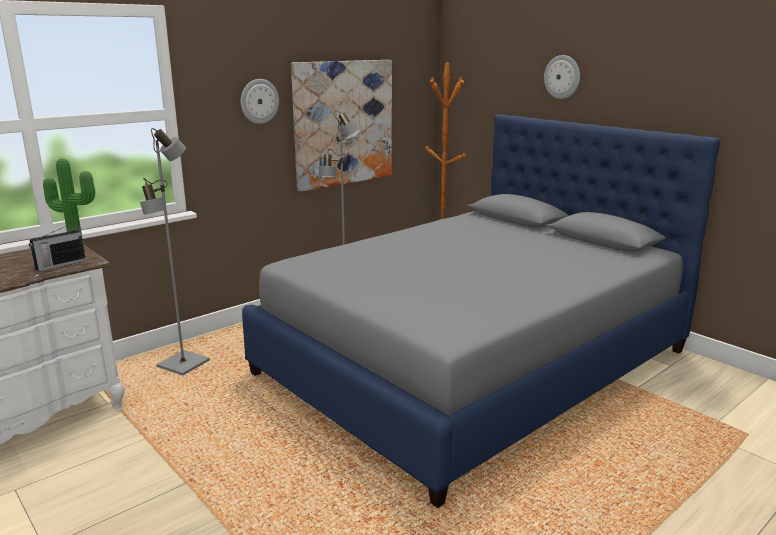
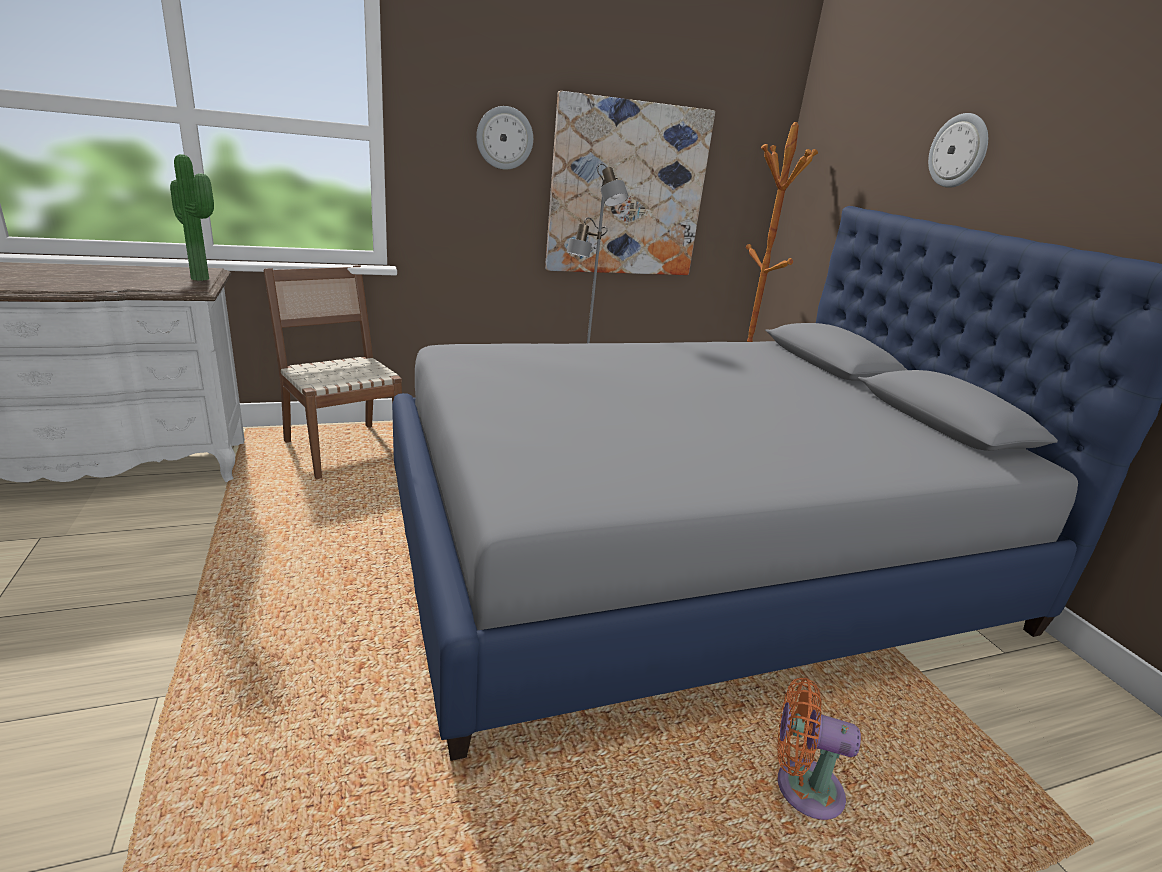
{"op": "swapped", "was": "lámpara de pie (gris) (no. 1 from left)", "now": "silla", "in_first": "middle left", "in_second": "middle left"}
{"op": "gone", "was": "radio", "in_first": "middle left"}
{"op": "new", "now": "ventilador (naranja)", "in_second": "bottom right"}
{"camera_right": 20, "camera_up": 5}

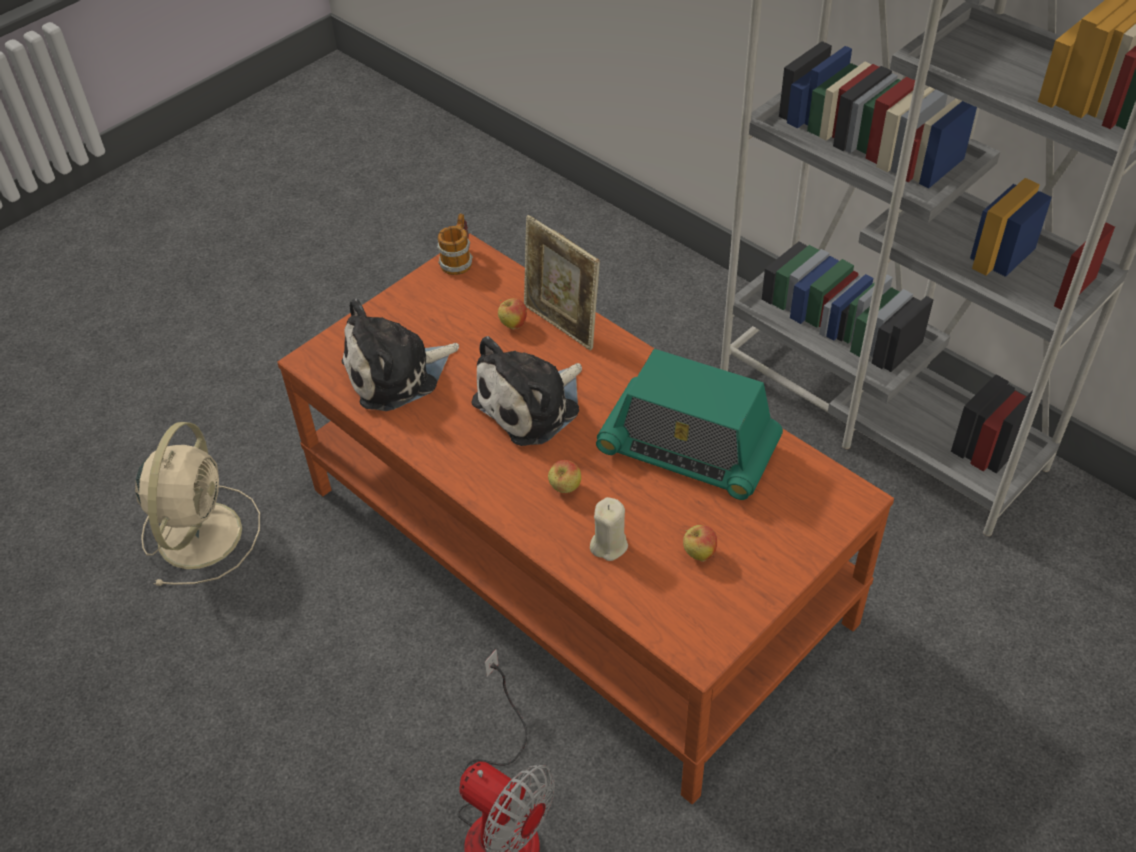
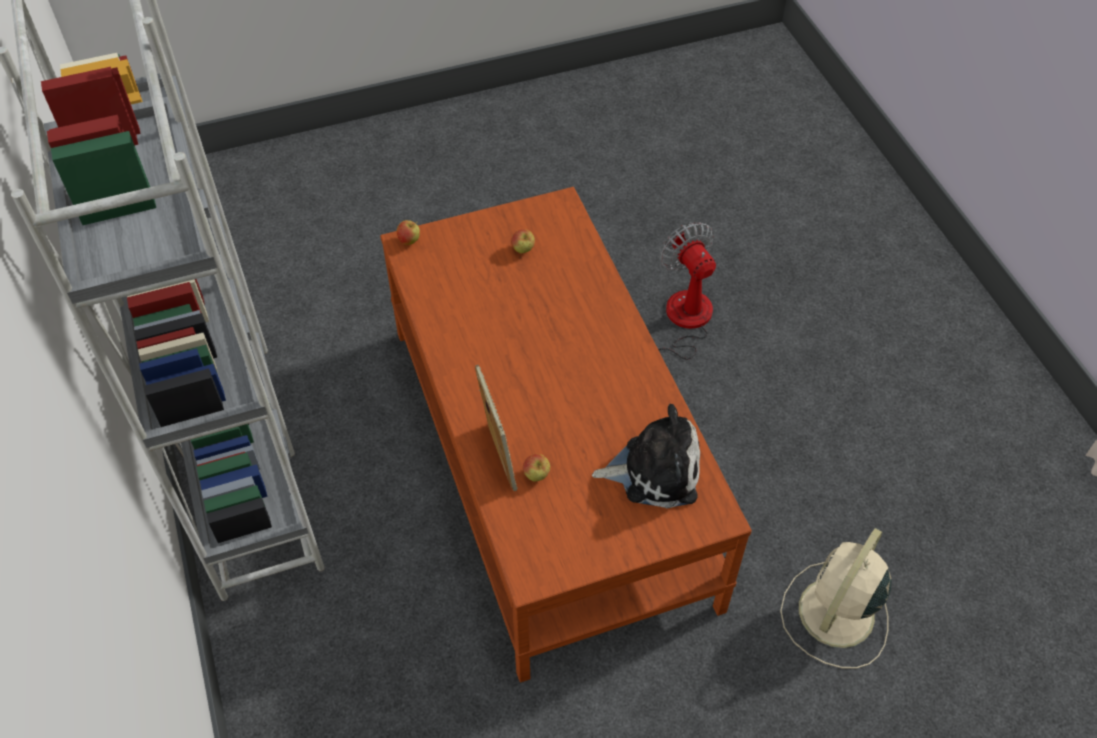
{"op": "gone", "was": "taza grande", "in_first": "top centre"}
{"op": "gone", "was": "peluche (no. 2 from left)", "in_first": "centre"}
{"op": "gone", "was": "radio", "in_first": "centre"}
{"op": "shifted", "was": "manzana (no. 2 from left in the first image)", "now": "manzana (no. 1 from left)", "in_first": "centre", "in_second": "top centre"}
{"op": "gone", "was": "vela (beis)", "in_first": "centre"}
{"camera_right": -155, "camera_up": 5}

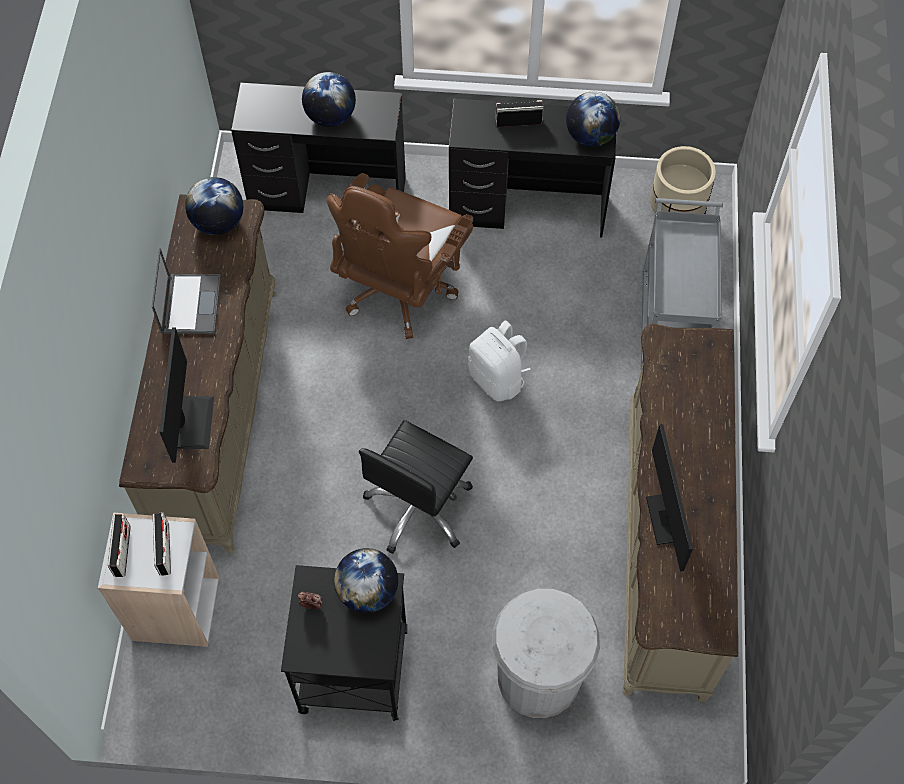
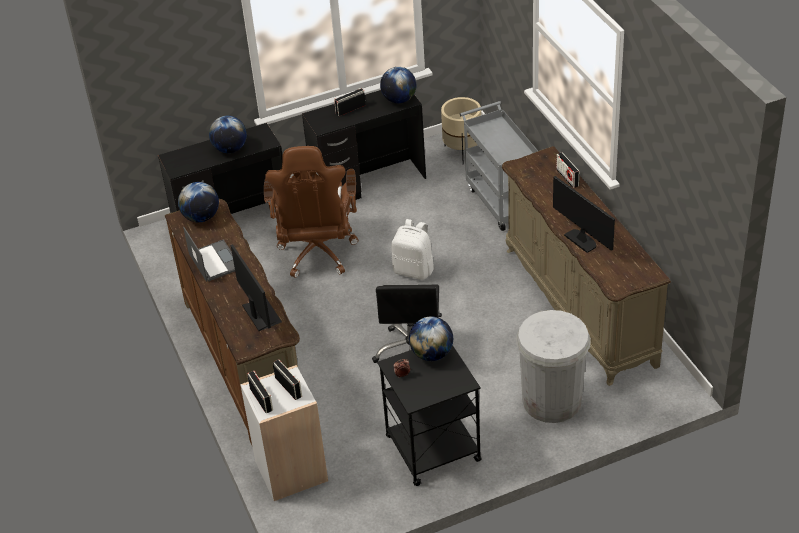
{"op": "new", "now": "radio (no. 4 from left)", "in_second": "top right"}
{"camera_right": -25, "camera_up": -20}

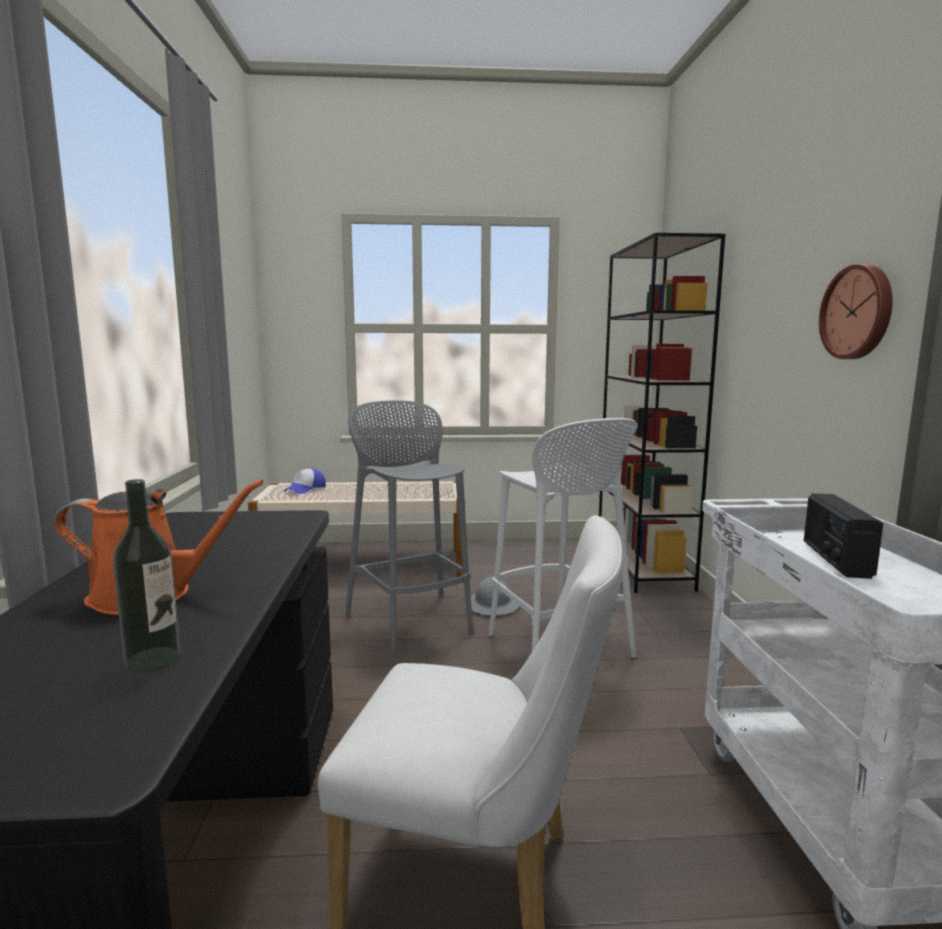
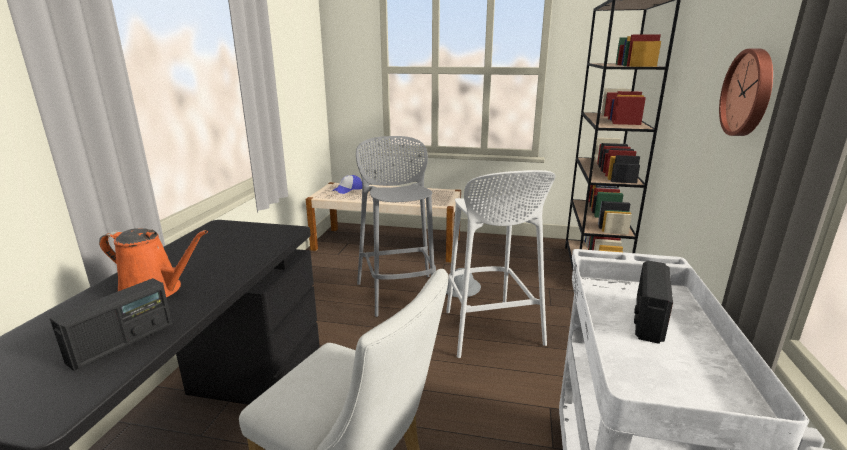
{"op": "swapped", "was": "botella", "now": "radio (no. 1 from left)", "in_first": "middle left", "in_second": "bottom left"}
{"camera_right": 15, "camera_up": 10}

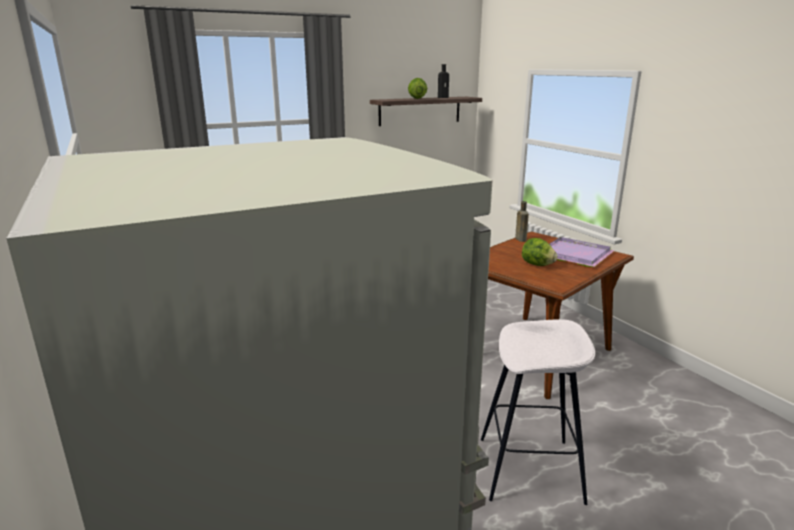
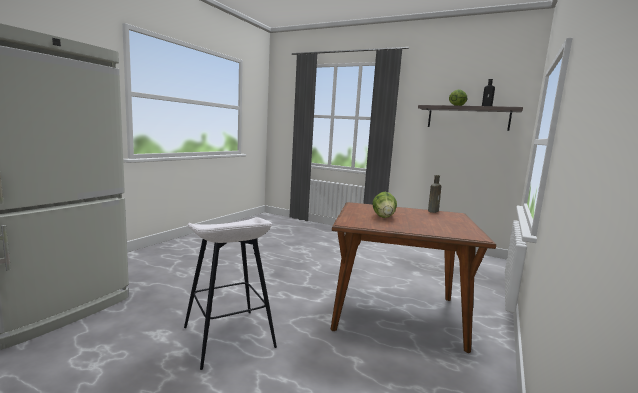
{"op": "gone", "was": "bandeja (morado)", "in_first": "middle right"}
{"camera_right": 55, "camera_up": -10}

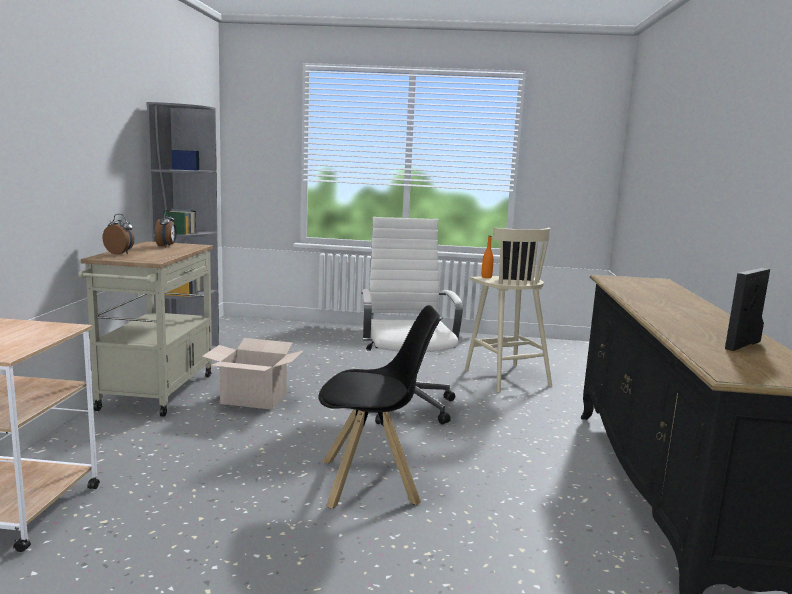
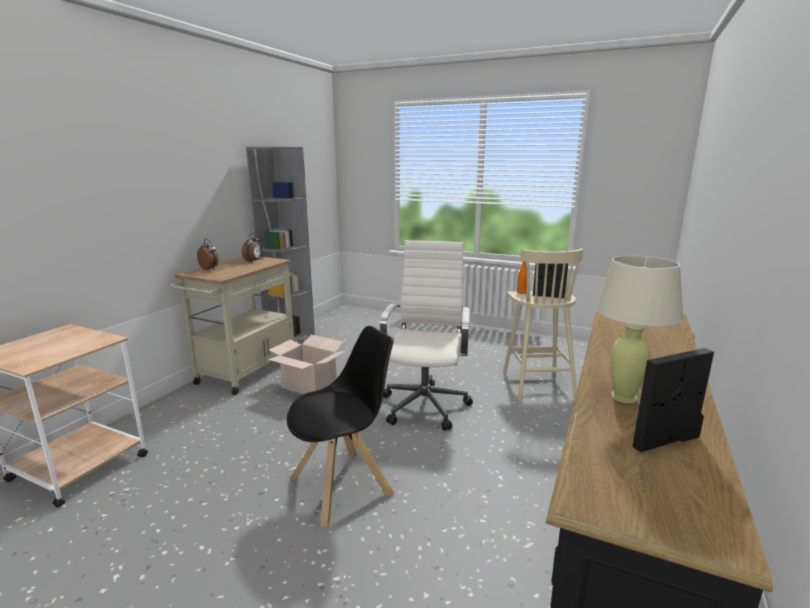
{"op": "rotated", "was": "silla (negro)", "in_first": "bottom centre", "in_second": "bottom centre", "clockwise": -45}
{"op": "new", "now": "lámpara de mesa (beis)", "in_second": "middle right"}
{"camera_right": 20, "camera_up": 5}

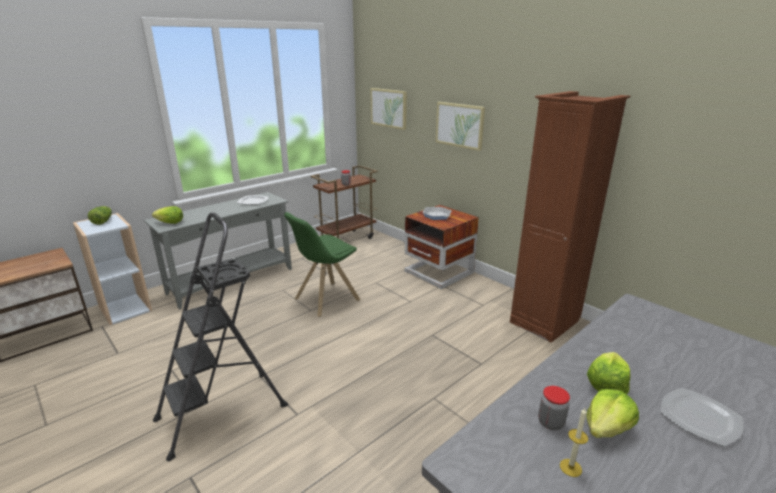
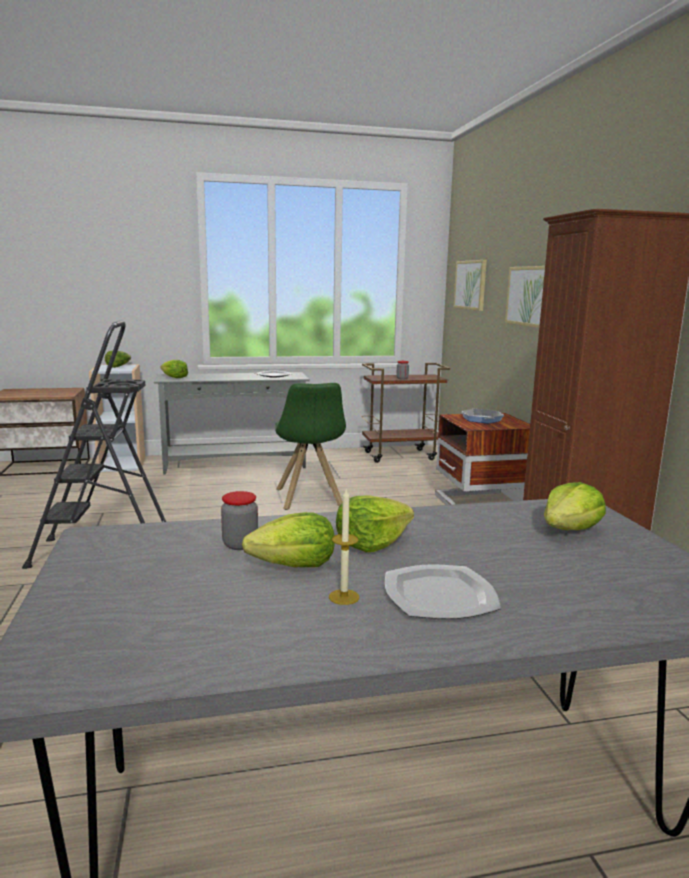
{"op": "rotated", "was": "silla (verde)", "in_first": "centre", "in_second": "centre", "clockwise": -90}
{"op": "shifted", "was": "vela", "in_first": "bottom right", "in_second": "centre"}
{"op": "new", "now": "lechuga (no. 5 from left)", "in_second": "middle right"}
{"camera_right": 30, "camera_up": -10}

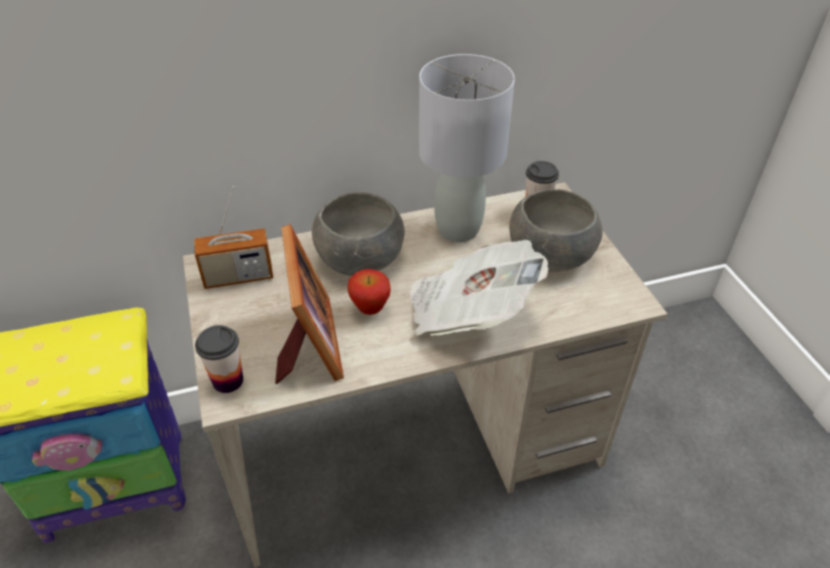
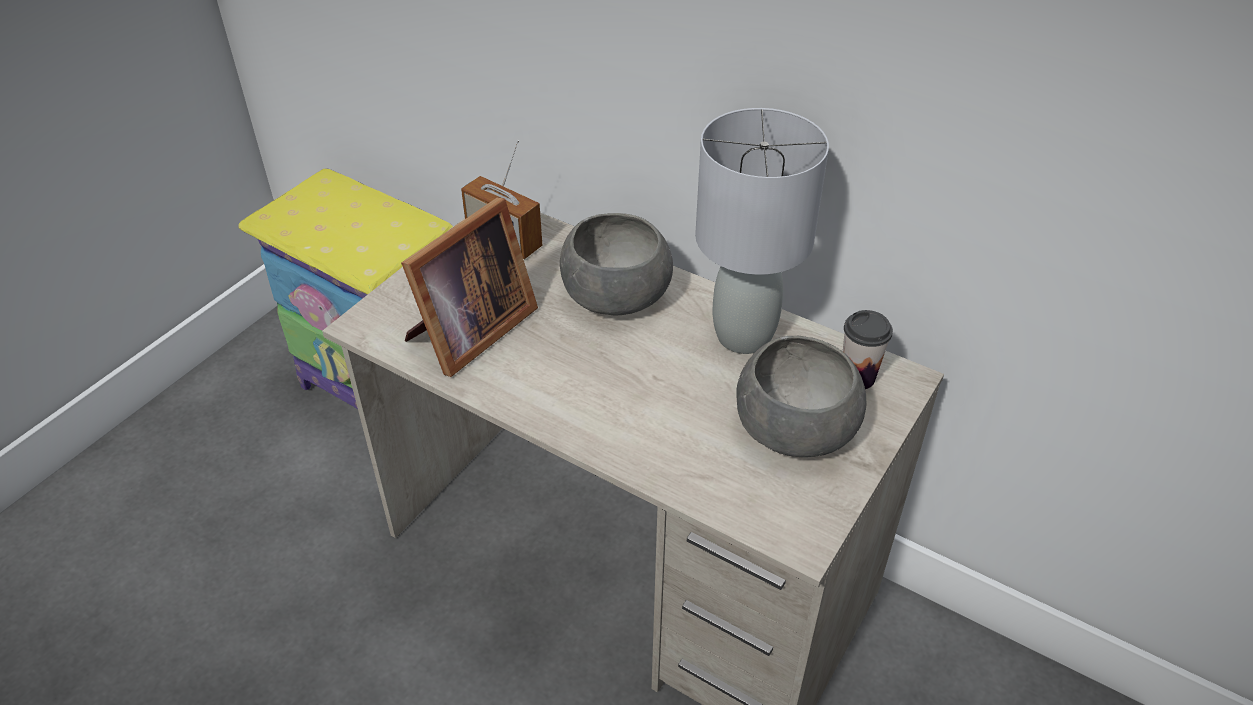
{"op": "gone", "was": "periódico", "in_first": "centre"}
{"op": "gone", "was": "manzana", "in_first": "centre"}
{"op": "gone", "was": "taza (no. 1 from left)", "in_first": "middle left"}
{"camera_right": 50, "camera_up": 0}

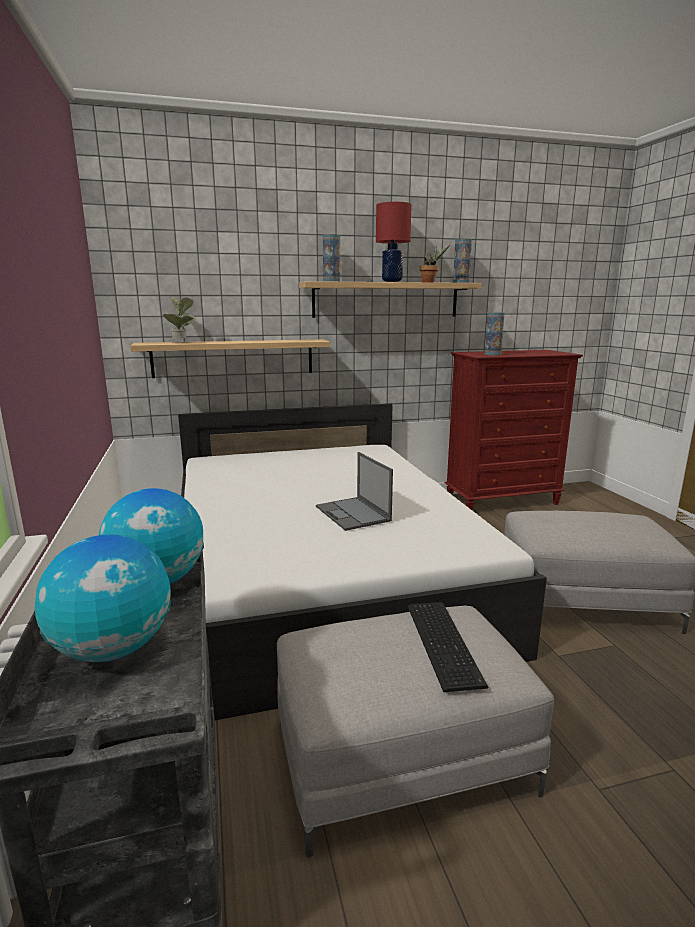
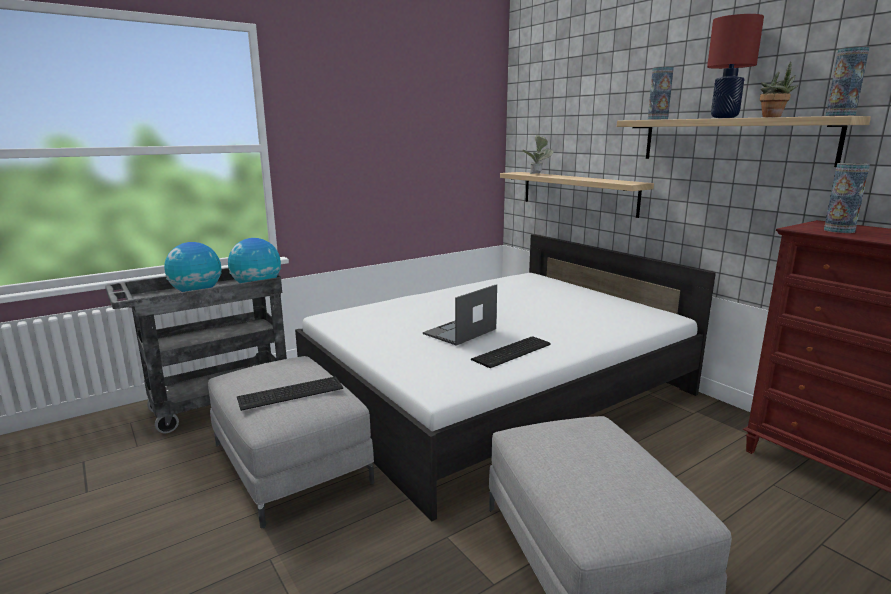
{"op": "new", "now": "teclado (no. 2 from left)", "in_second": "centre"}
{"camera_right": 70, "camera_up": 0}

